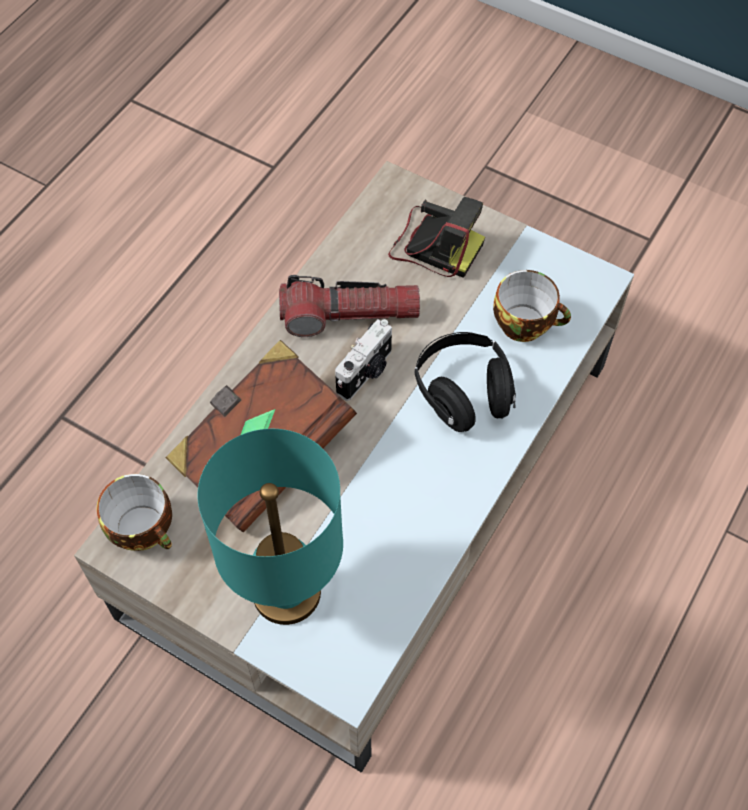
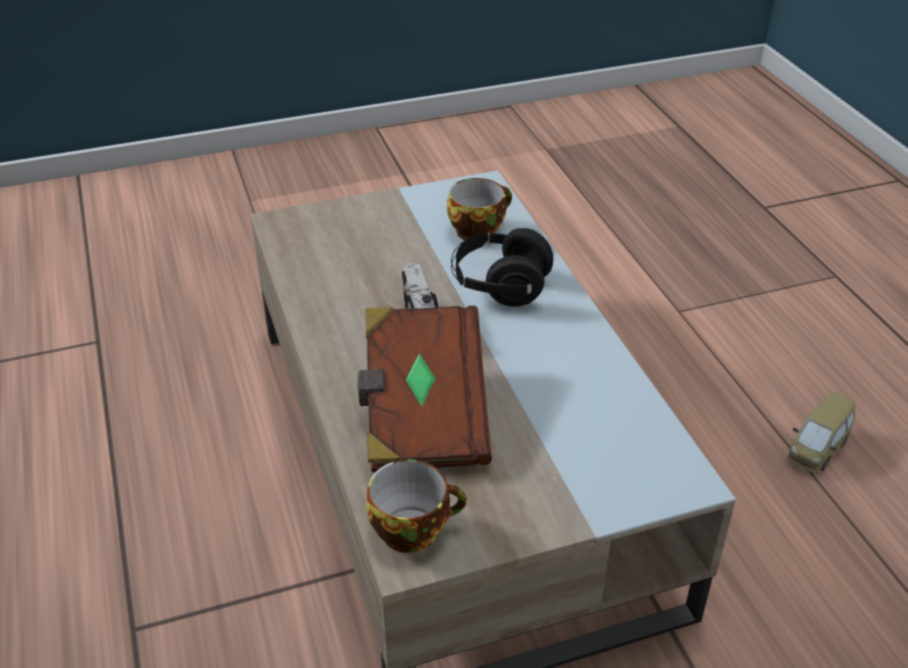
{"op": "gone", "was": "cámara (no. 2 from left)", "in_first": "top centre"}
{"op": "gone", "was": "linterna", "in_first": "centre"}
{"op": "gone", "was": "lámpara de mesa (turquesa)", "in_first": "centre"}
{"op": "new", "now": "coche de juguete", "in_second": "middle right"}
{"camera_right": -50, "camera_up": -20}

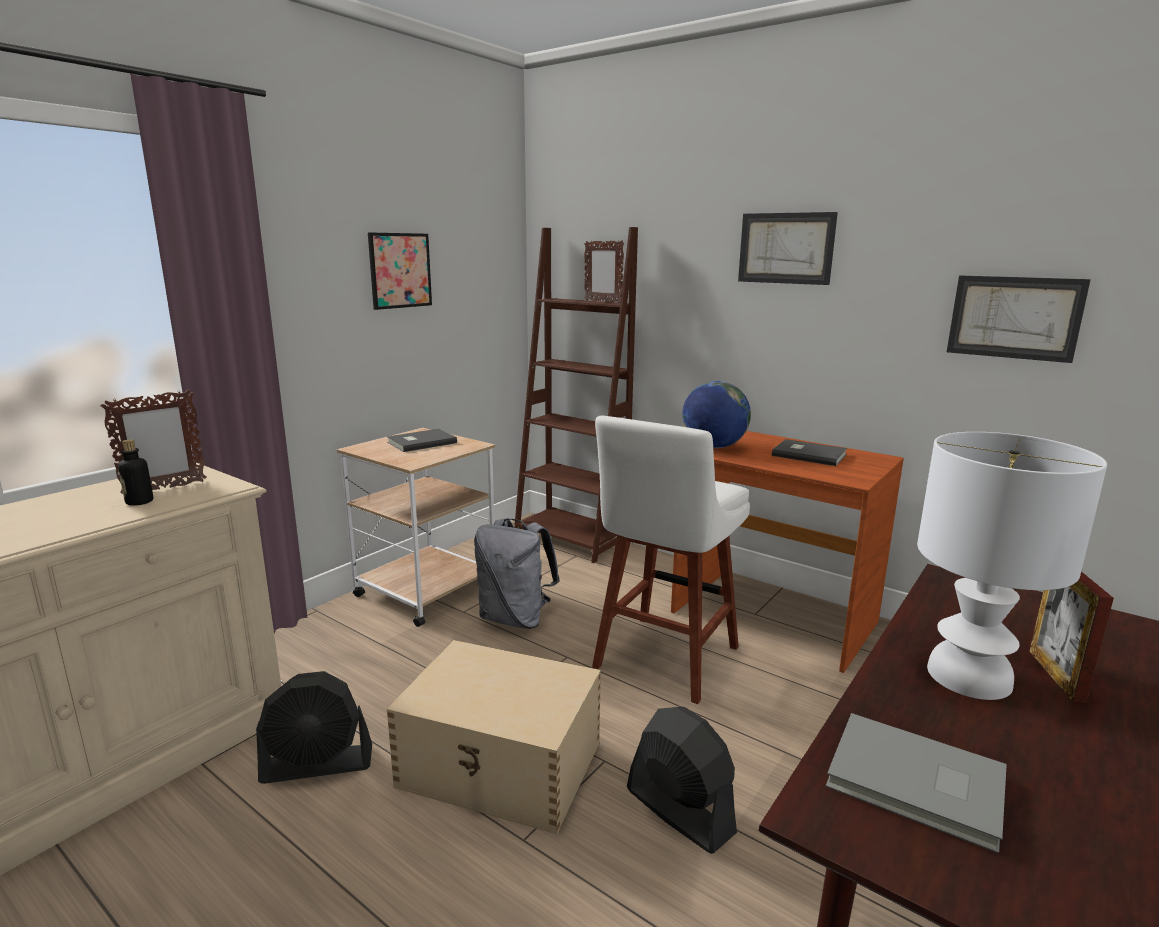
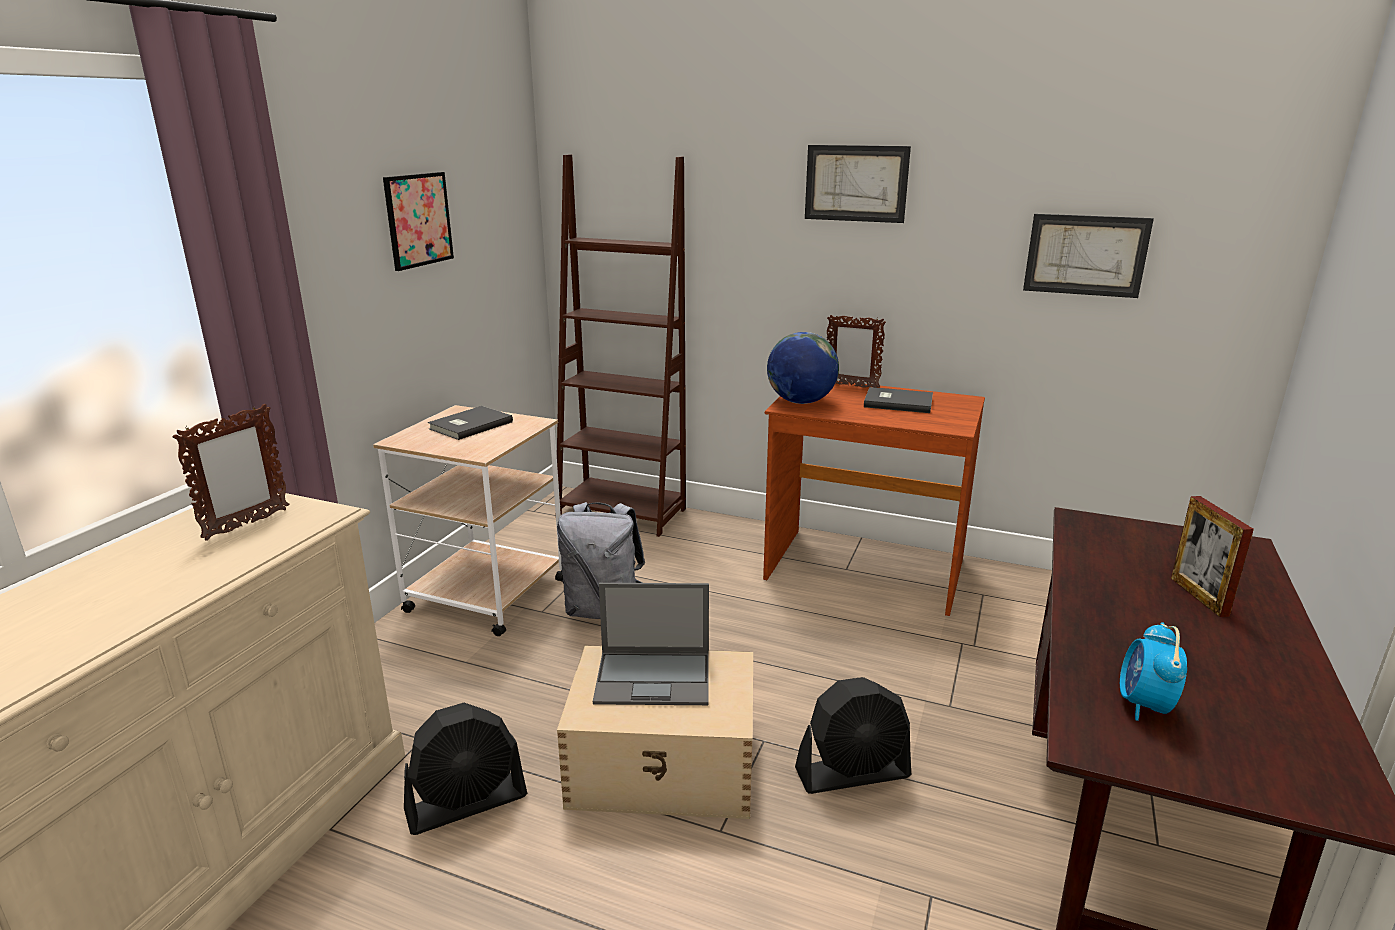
{"op": "shifted", "was": "portarretratos (no. 2 from left)", "in_first": "top centre", "in_second": "centre"}
{"op": "gone", "was": "taburete (blanco)", "in_first": "centre"}
{"op": "gone", "was": "lámpara de mesa (blanco)", "in_first": "middle right"}
{"op": "gone", "was": "botella", "in_first": "middle left"}
{"op": "rotated", "was": "ventilador (negro) (no. 2 from left)", "in_first": "bottom centre", "in_second": "bottom centre", "clockwise": 135}
{"op": "swapped", "was": "libro (gris) (no. 3 from left)", "now": "despertador", "in_first": "bottom right", "in_second": "bottom right"}
{"op": "new", "now": "portátil", "in_second": "bottom centre"}
{"camera_right": -15, "camera_up": 5}

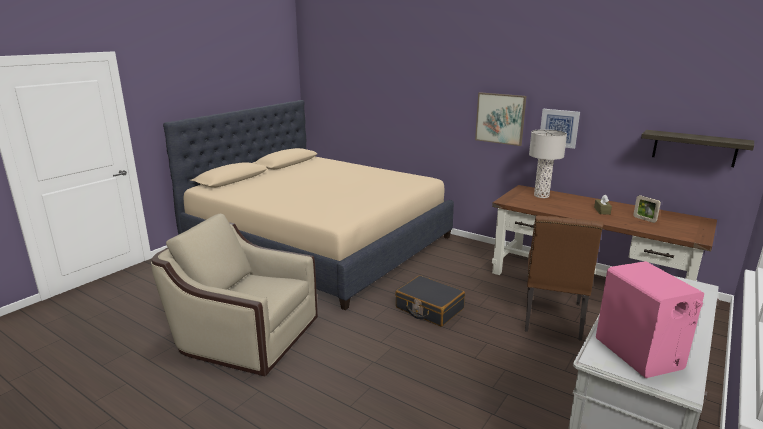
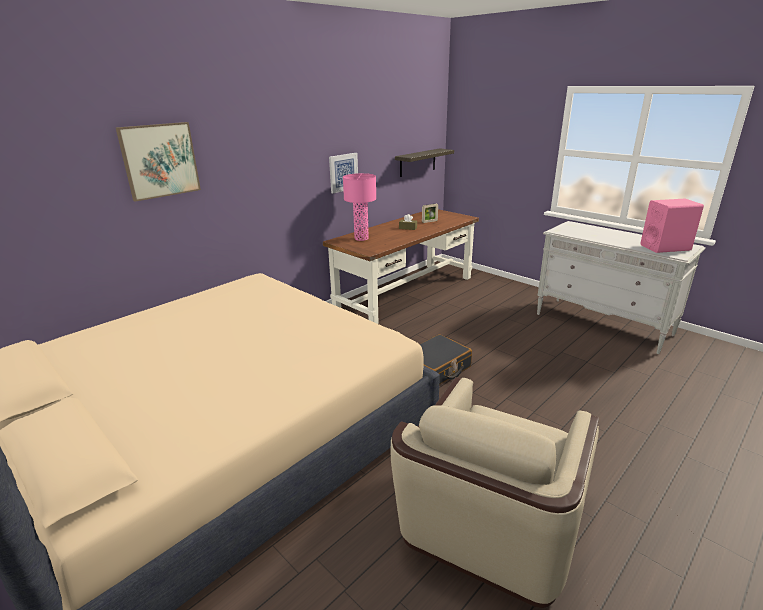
{"op": "shifted", "was": "cuadro (no. 1 from left)", "in_first": "top centre", "in_second": "top left"}
{"op": "repainted", "was": "lámpara de mesa (blanco)", "now": "lámpara de mesa (rosa)", "in_first": "middle right", "in_second": "centre"}
{"op": "gone", "was": "silla (marrón)", "in_first": "middle right"}
{"camera_right": -80, "camera_up": 5}

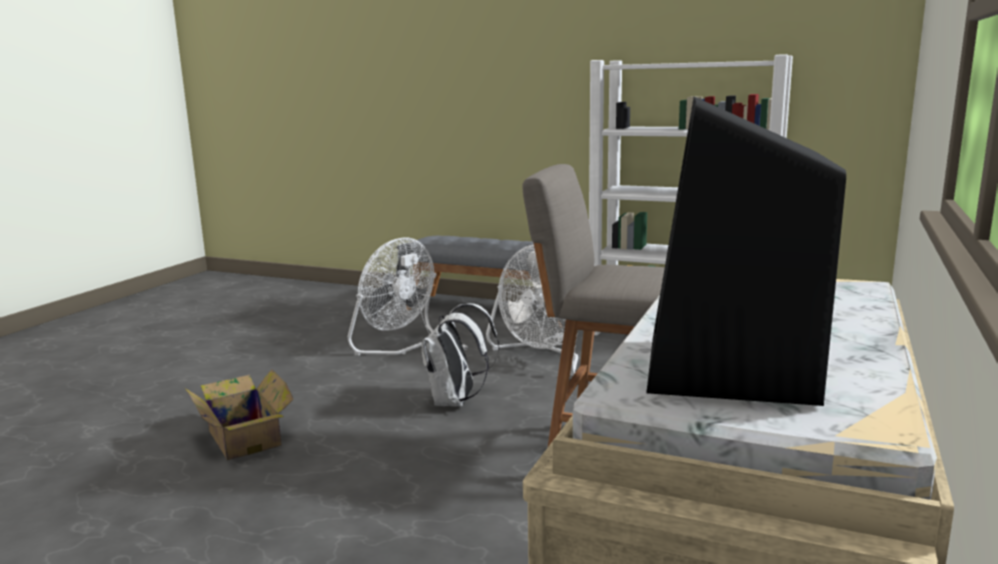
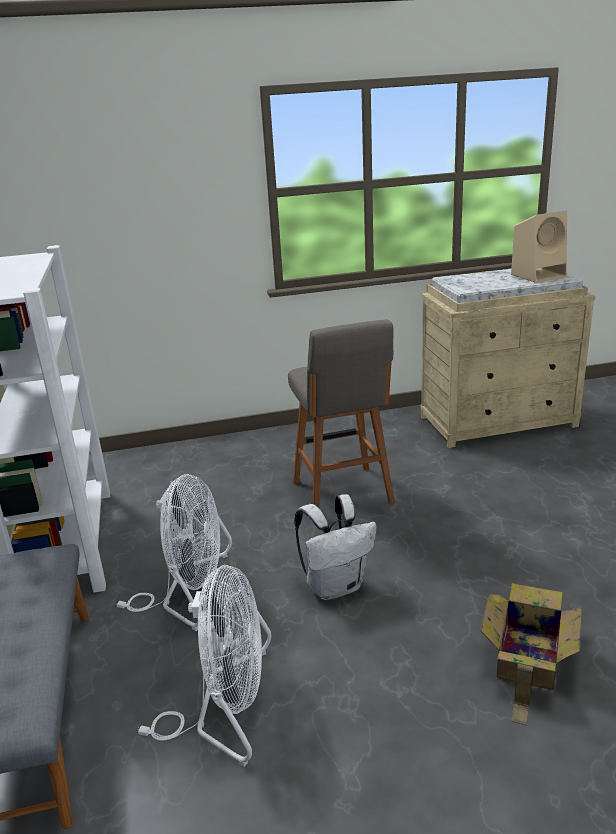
{"op": "repainted", "was": "altavoz (negro)", "now": "altavoz (beis)", "in_first": "middle right", "in_second": "top right"}
{"op": "rotated", "was": "ventilador (blanco) (no. 1 from left in the first image)", "in_first": "centre", "in_second": "bottom left", "clockwise": -90}
{"camera_right": -125, "camera_up": 10}

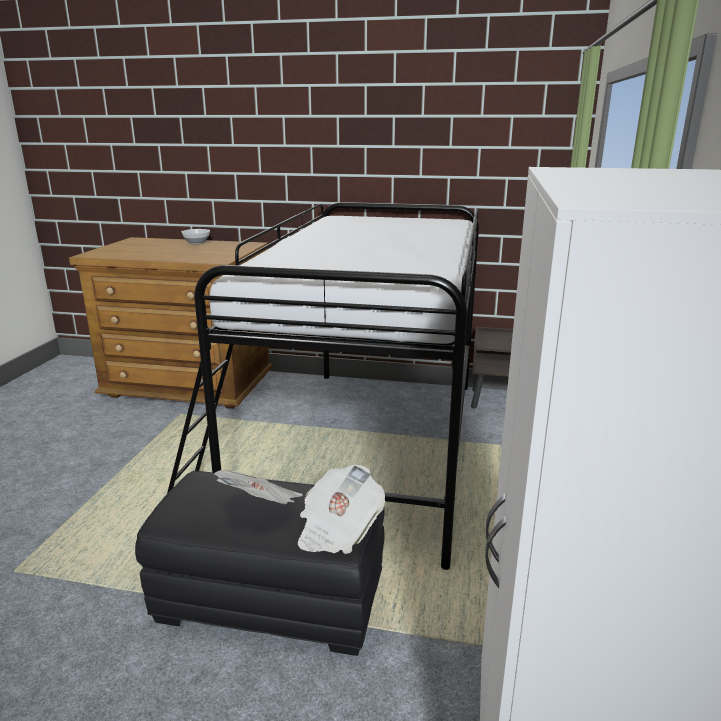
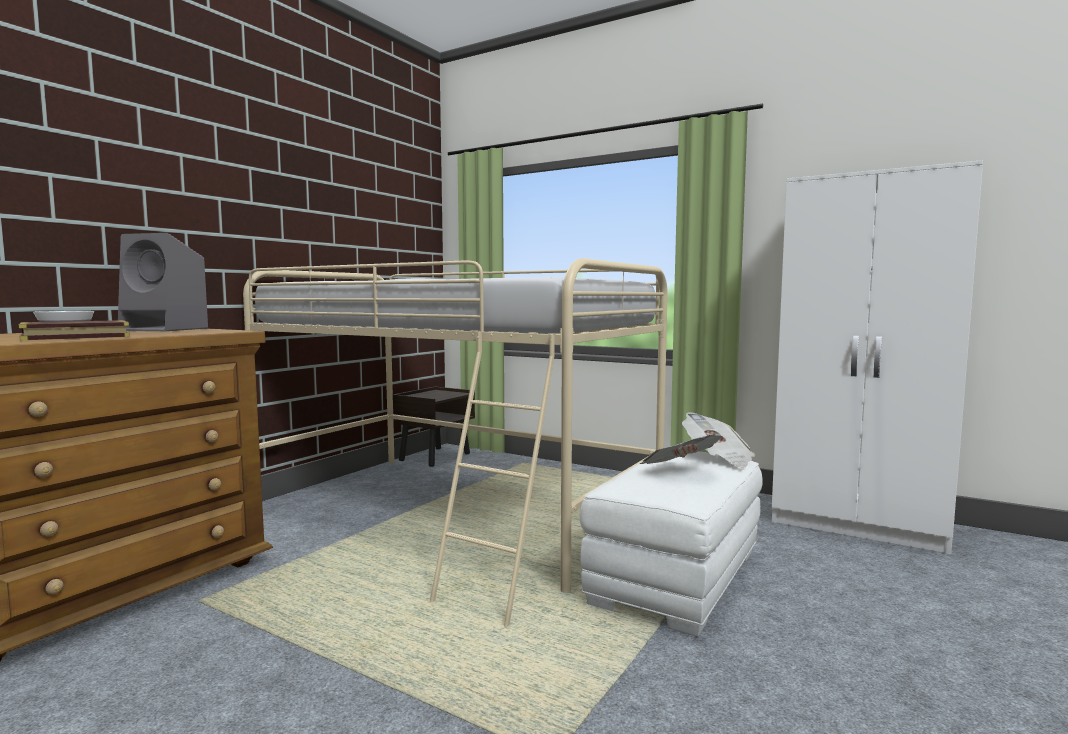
{"op": "repainted", "was": "cama (negro)", "now": "cama (beis)", "in_first": "centre", "in_second": "centre"}
{"op": "repainted", "was": "puf (negro)", "now": "puf (blanco)", "in_first": "bottom centre", "in_second": "bottom centre"}
{"op": "new", "now": "altavoz (gris)", "in_second": "middle left"}
{"op": "new", "now": "libro", "in_second": "middle left"}
{"camera_right": -70, "camera_up": -15}

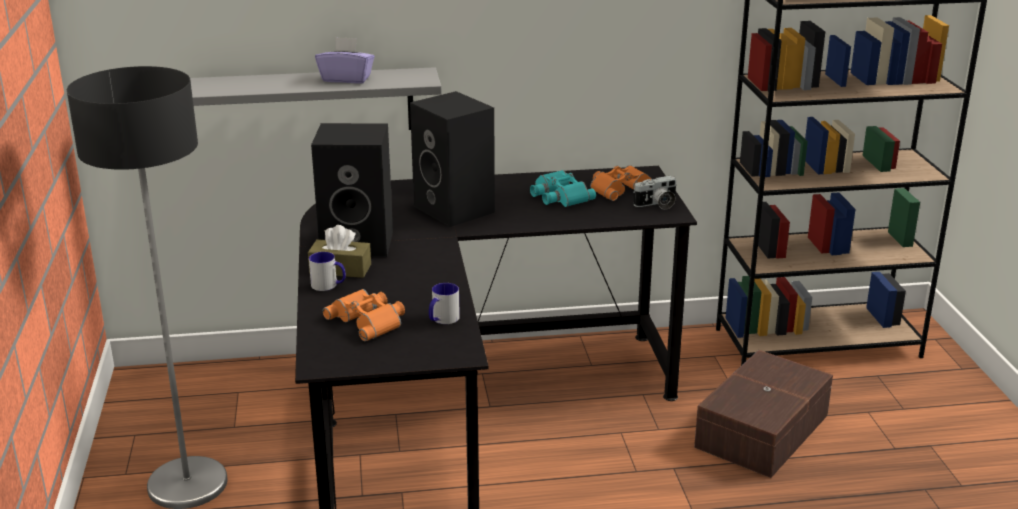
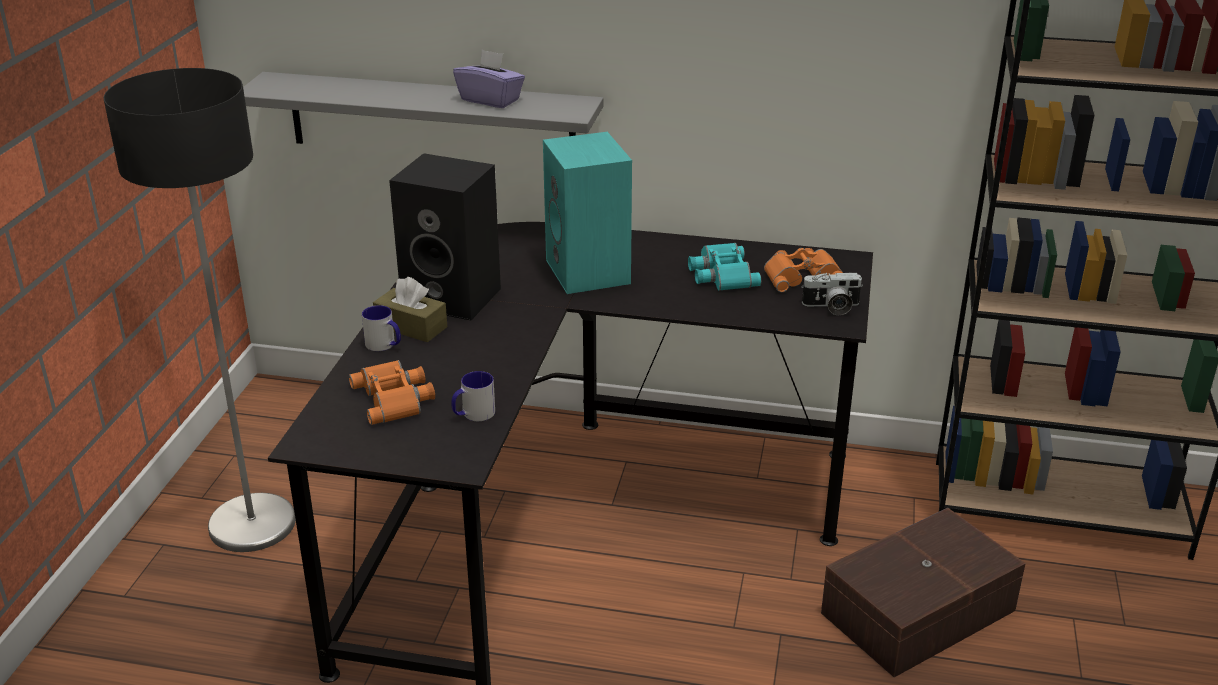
{"op": "repainted", "was": "altavoz (negro) (no. 2 from left)", "now": "altavoz (turquesa)", "in_first": "top centre", "in_second": "top centre"}
{"camera_right": 20, "camera_up": 5}

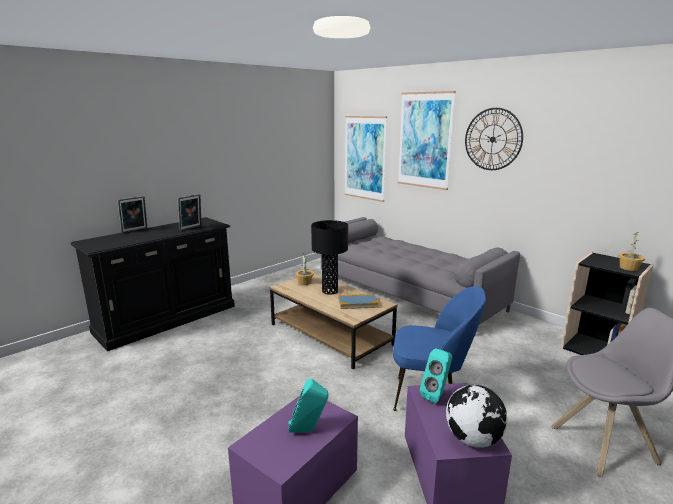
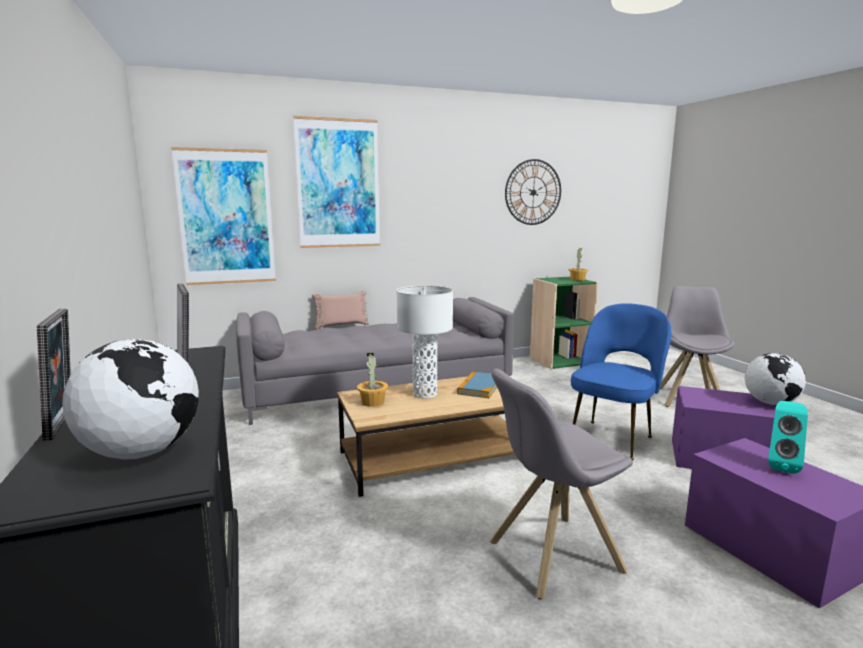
{"op": "shifted", "was": "reloj de pared", "in_first": "top right", "in_second": "top centre"}
{"op": "repainted", "was": "lámpara de mesa (negro)", "now": "lámpara de mesa (blanco)", "in_first": "centre", "in_second": "centre"}
{"op": "repainted", "was": "estantería (negro)", "now": "estantería (verde)", "in_first": "middle right", "in_second": "centre"}
{"op": "gone", "was": "altavoz (turquesa) (no. 2 from left)", "in_first": "bottom centre"}
{"op": "new", "now": "cojín (beis)", "in_second": "centre"}
{"op": "new", "now": "globo terráqueo (no. 1 from left)", "in_second": "middle left"}
{"op": "new", "now": "silla (gris) (no. 1 from left)", "in_second": "bottom centre"}
{"camera_right": -65, "camera_up": -5}

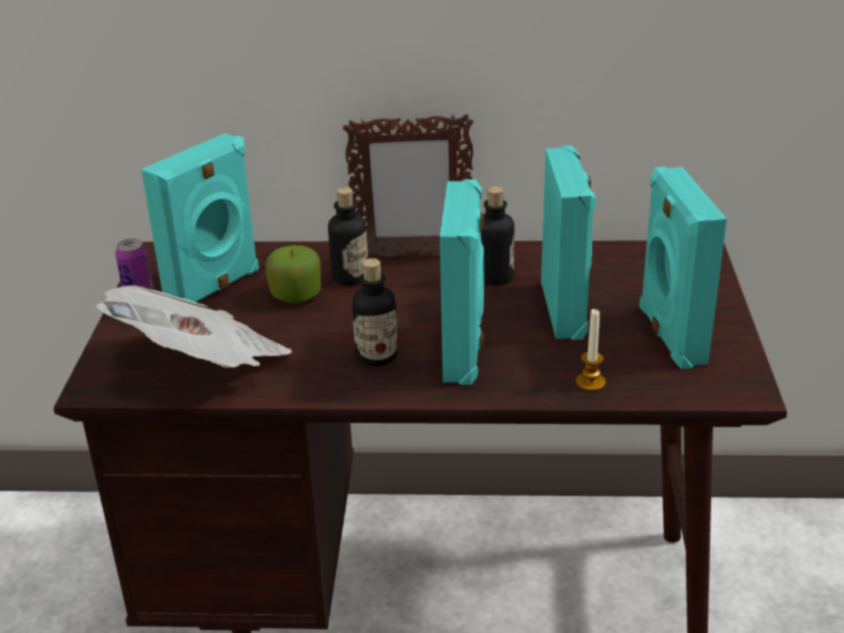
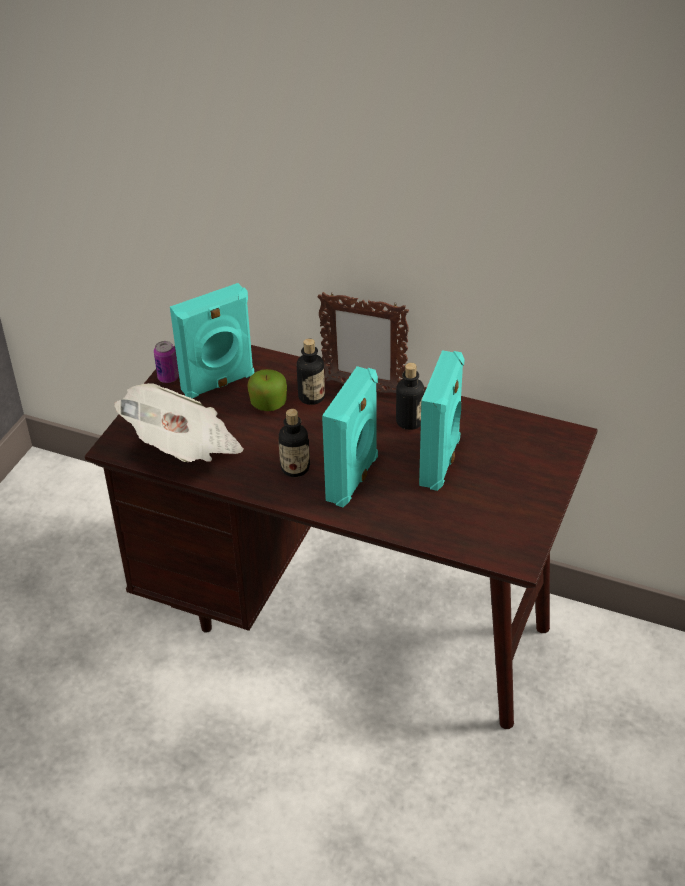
{"op": "gone", "was": "altavoz (turquesa) (no. 4 from left)", "in_first": "middle right"}
{"op": "gone", "was": "vela", "in_first": "middle right"}
{"camera_right": 20, "camera_up": 10}

